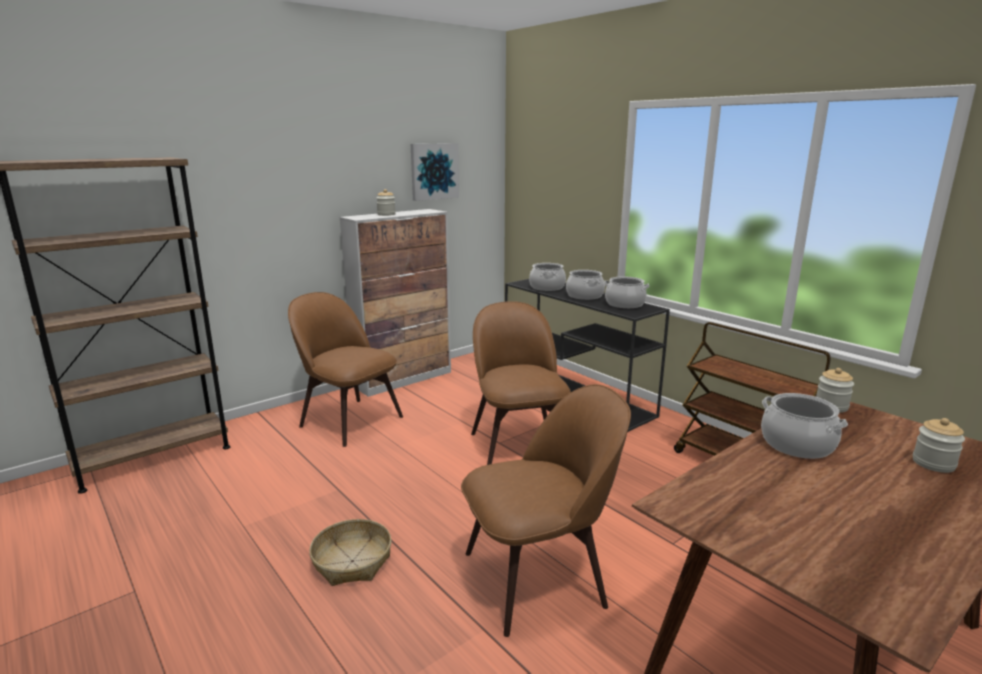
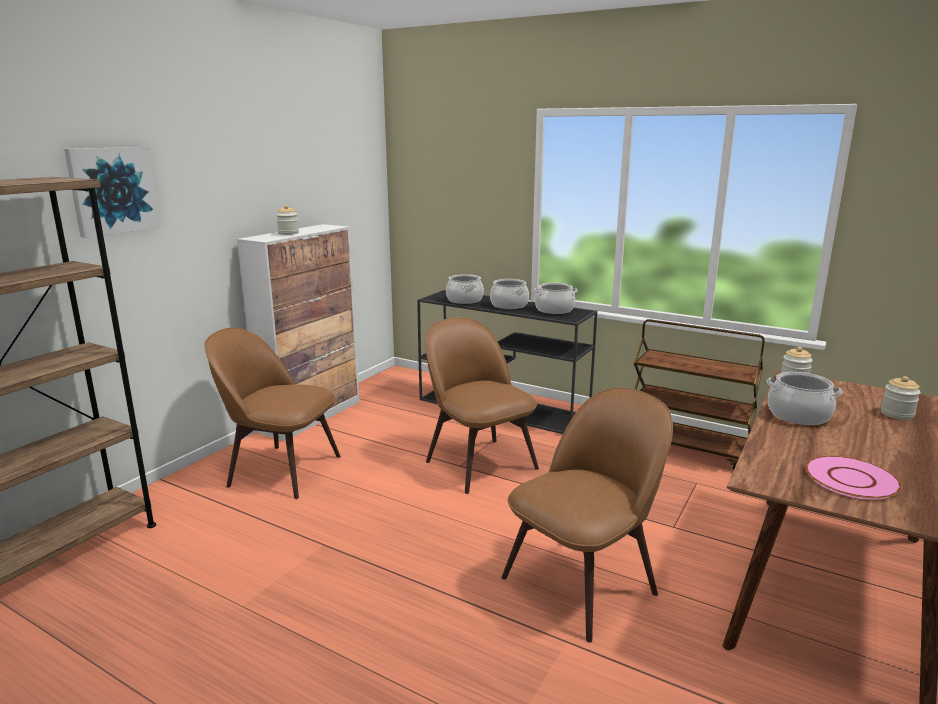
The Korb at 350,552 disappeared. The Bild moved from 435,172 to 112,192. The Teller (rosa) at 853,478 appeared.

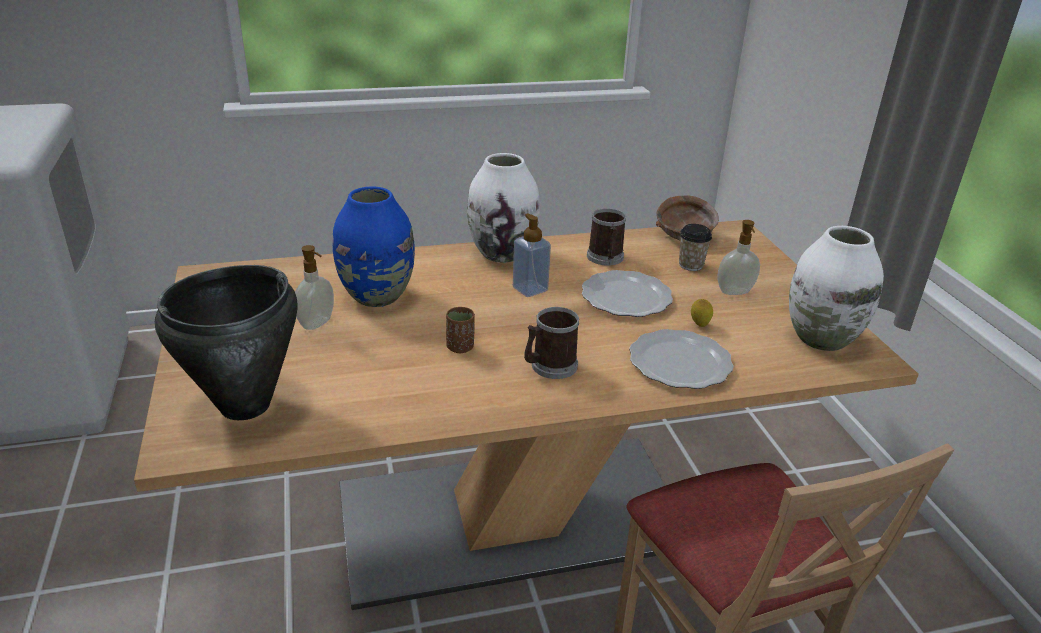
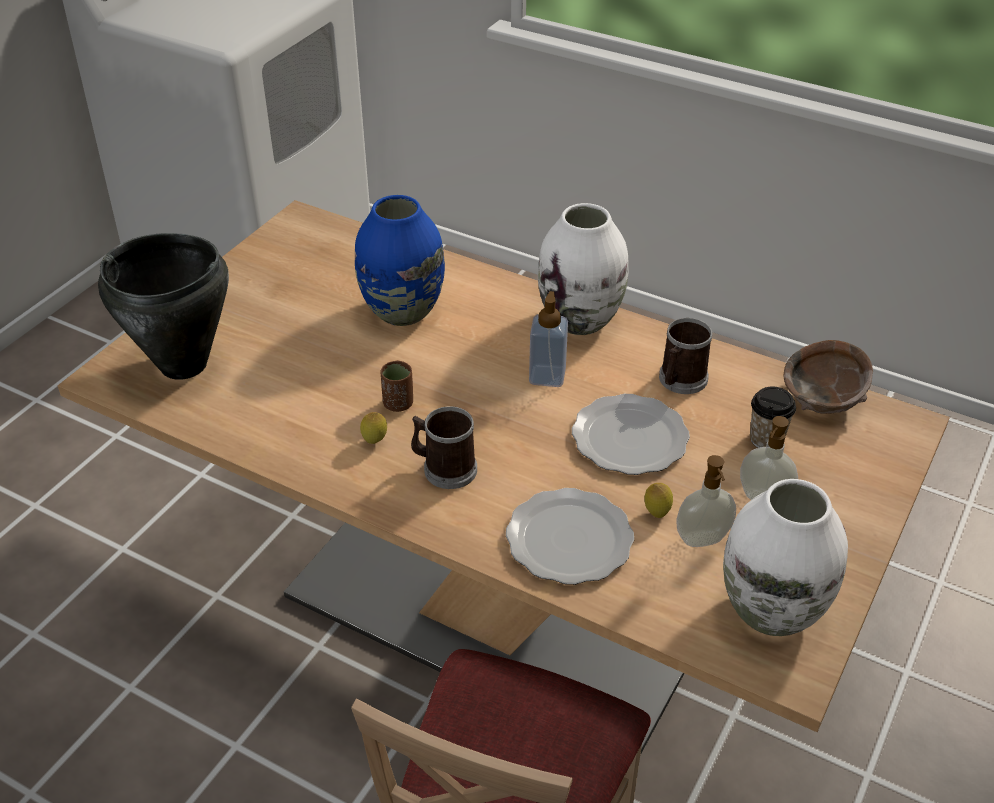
The Seifenspender moved from 314,287 to 706,501. The Zitrone at 373,428 appeared.

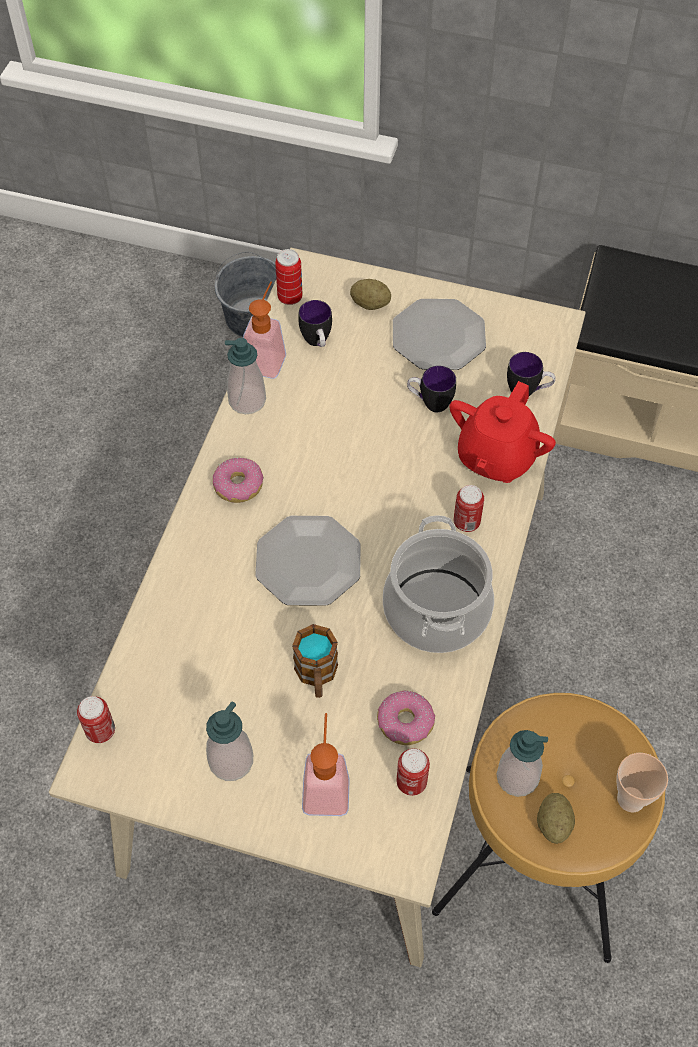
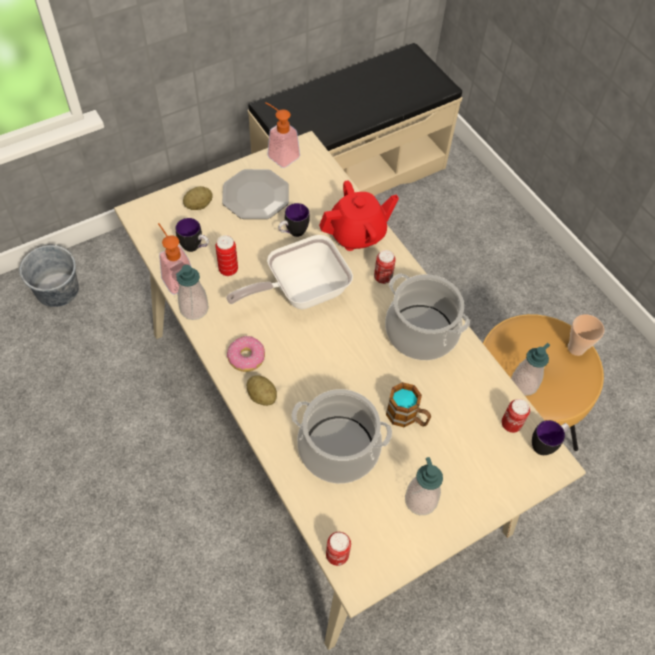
The Teller at 307,561 disappeared. The Dose moved from 289,277 to 226,255. The Seifenspender moved from 326,764 to 282,135. The Donut at 406,718 disappeared. The Teekanne (rot) at 503,432 turned 90 degrees counterclockwise. The Henkelbecher moved from 531,374 to 550,437. The Kartoffel moved from 556,818 to 262,390. The Pfanne at 289,272 appeared. The Kochtopf at 341,436 appeared.

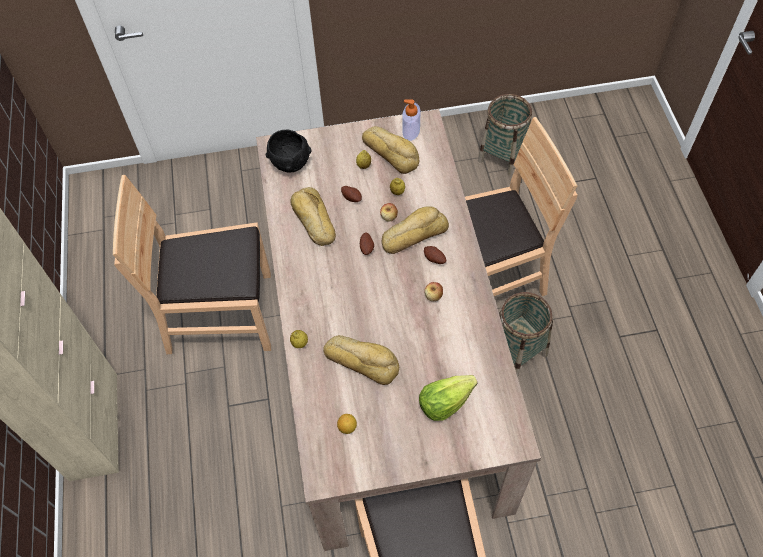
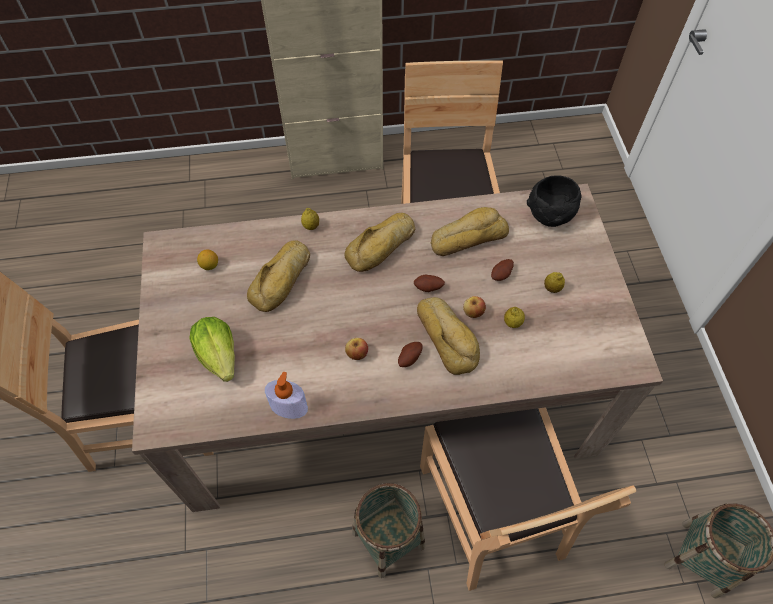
The Brot moved from 390,150 to 379,242. The Seifenspender moved from 411,120 to 286,395.

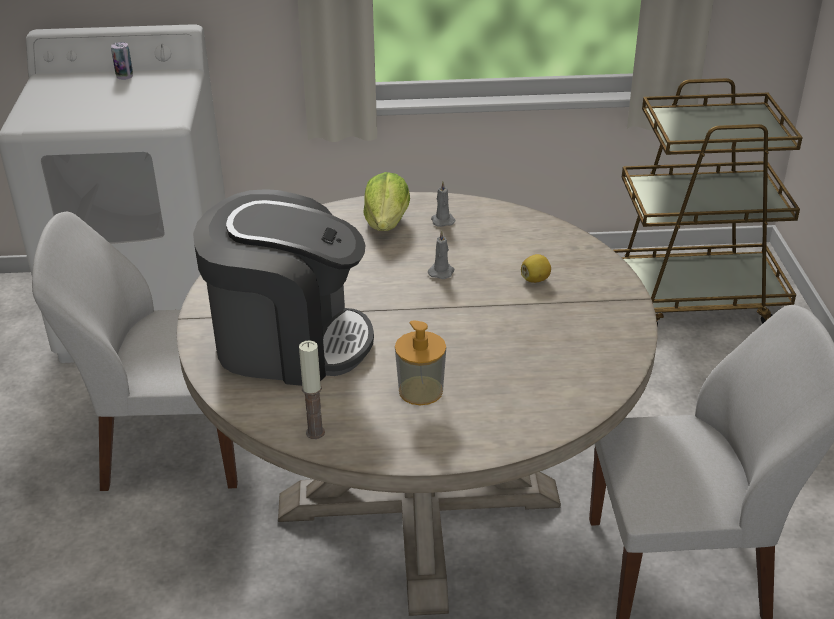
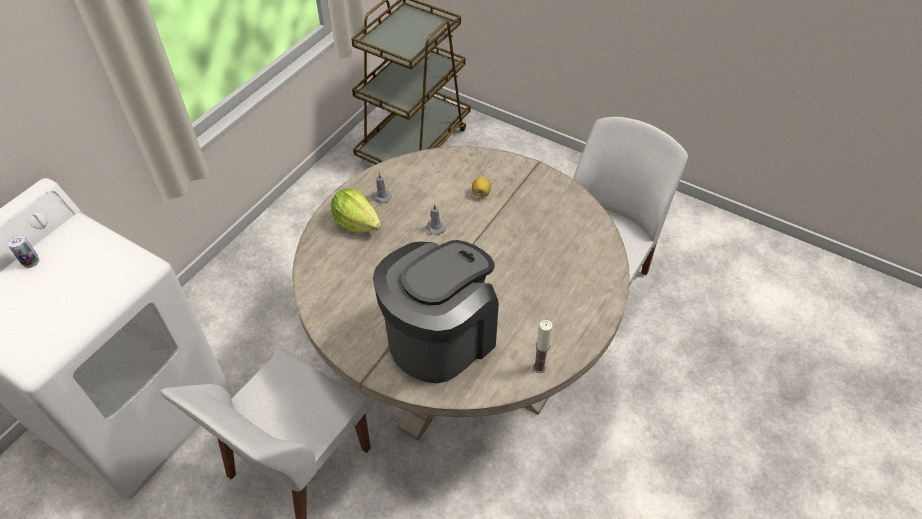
The Seifenspender at 420,363 disappeared.

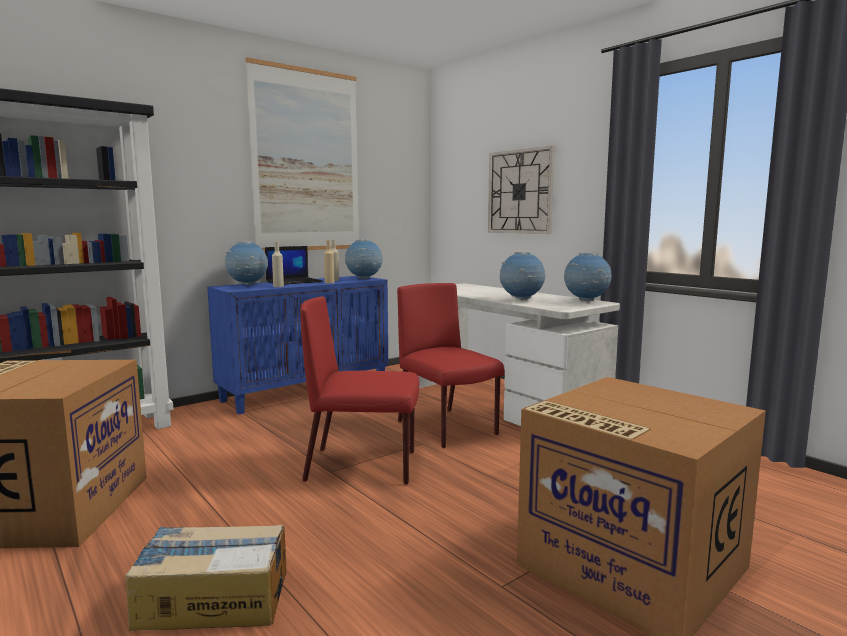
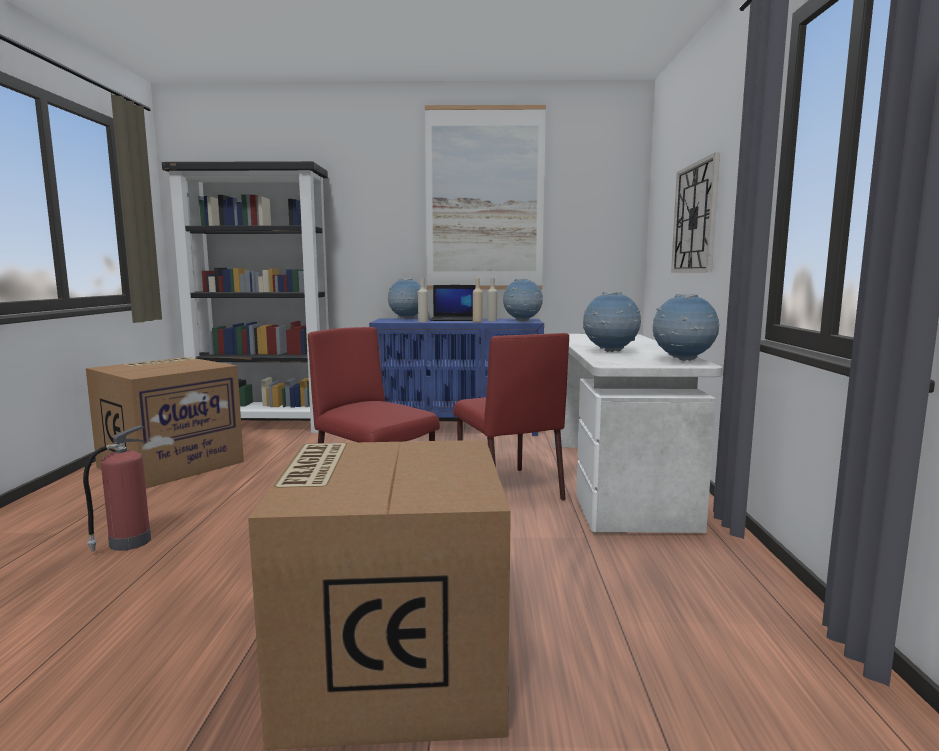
The Karton at 206,578 was replaced by the Feuerlöscher at 117,488. The Stuhl (rot) at 451,365 turned 150 degrees clockwise.

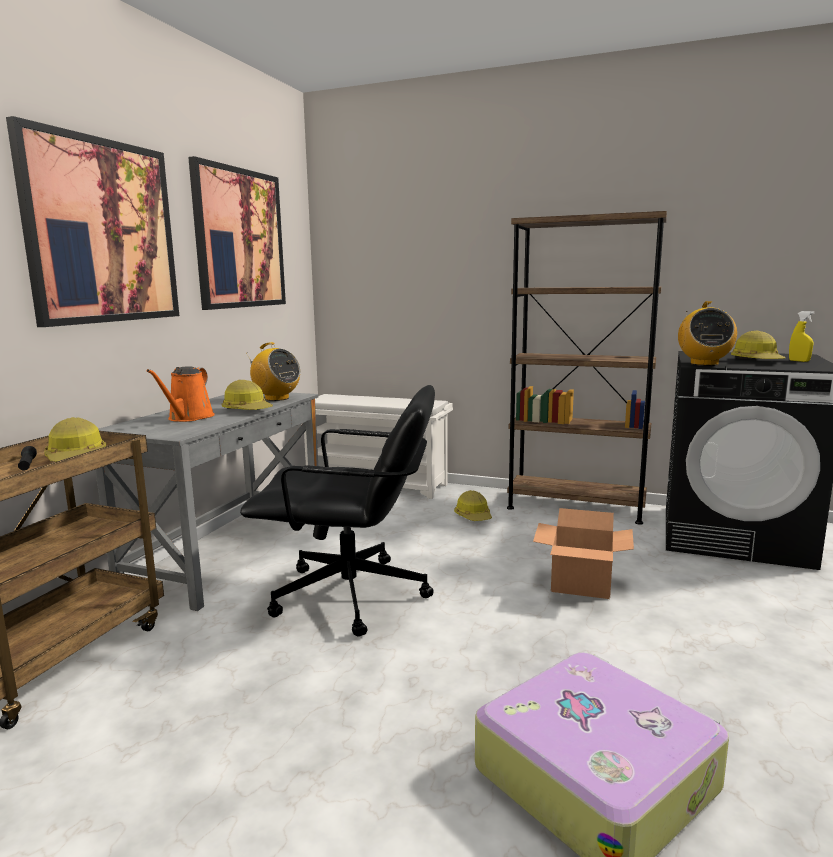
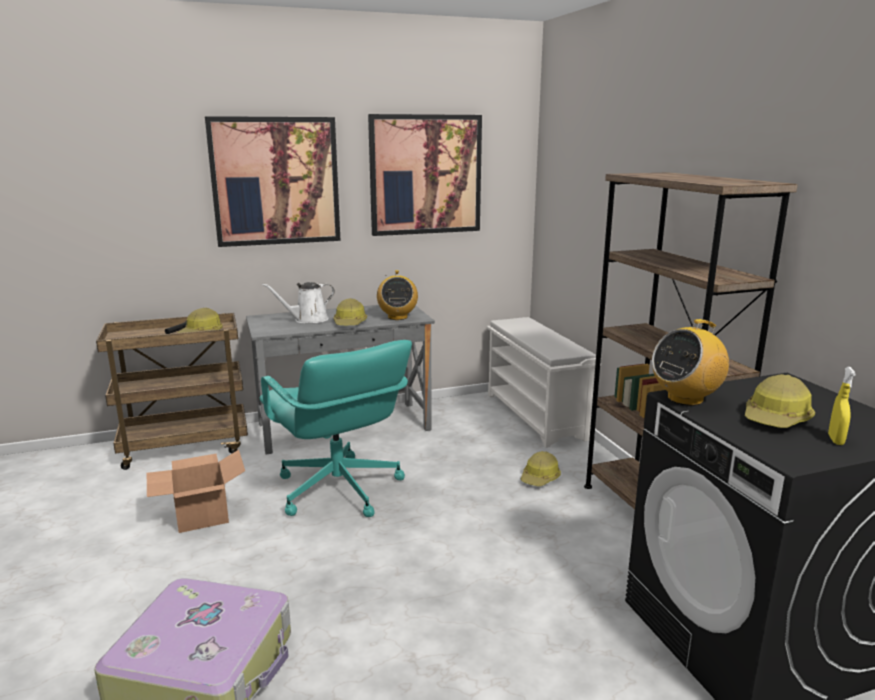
The Gießkanne (orange) at 181,394 became the Gießkanne (weiß) at 298,302. The Bürostuhl (schwarz) at 337,510 became the Bürostuhl (türkis) at 336,428. The Karton moved from 583,553 to 196,491.

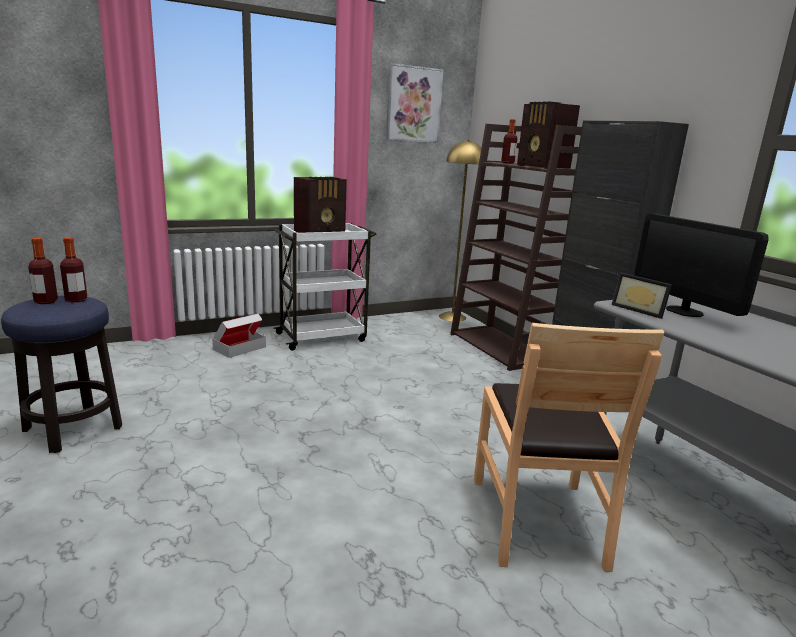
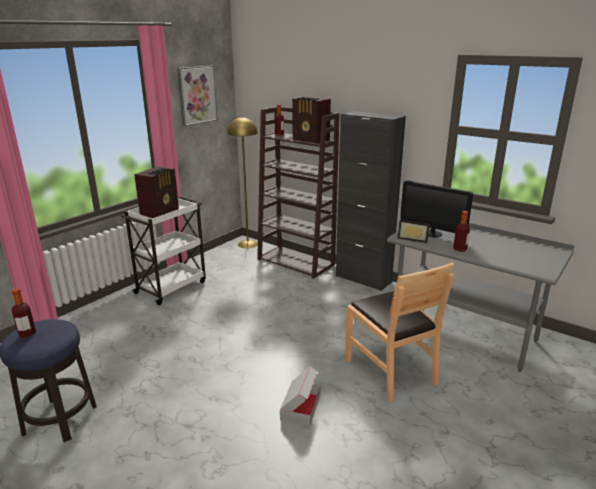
The Flasche moved from 73,269 to 461,231. The Karton moved from 239,336 to 300,396.

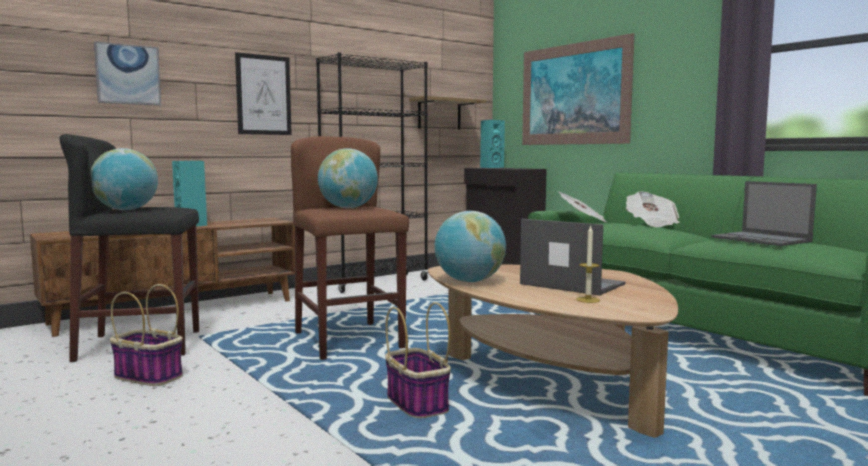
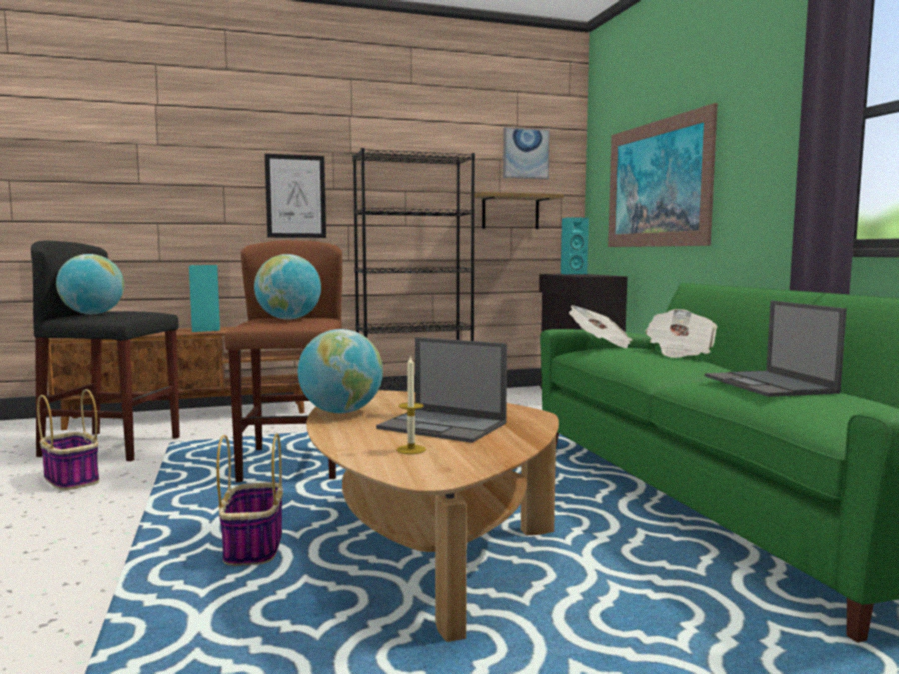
The Bild moved from 127,73 to 526,153. The Laptop at 573,257 turned 150 degrees clockwise.

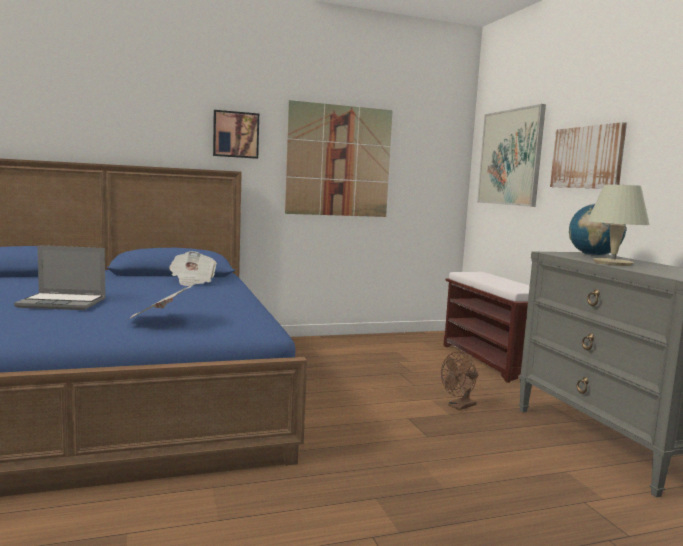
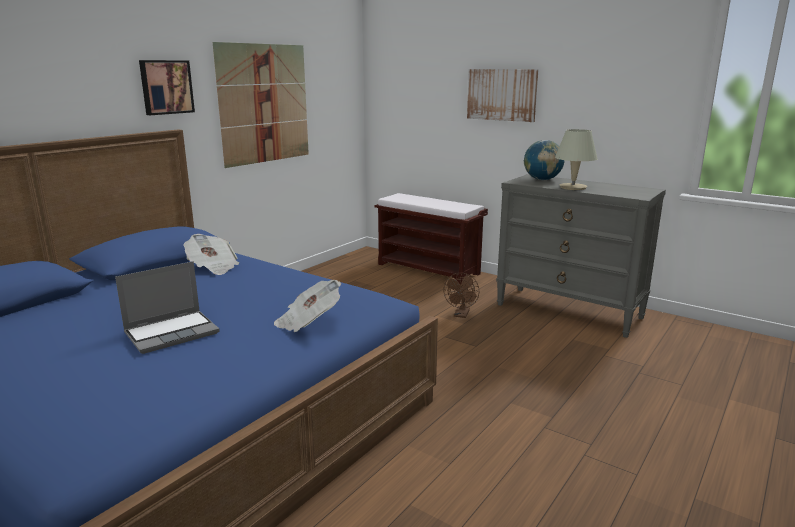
The Bild at 511,155 disappeared.

